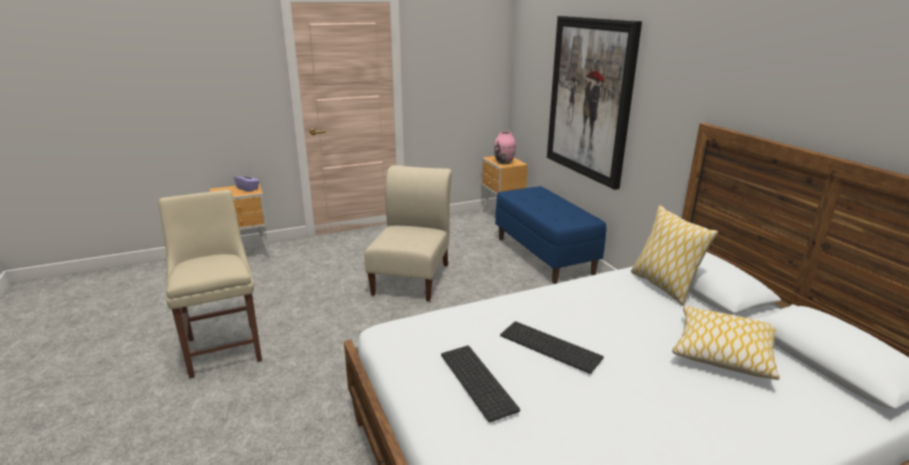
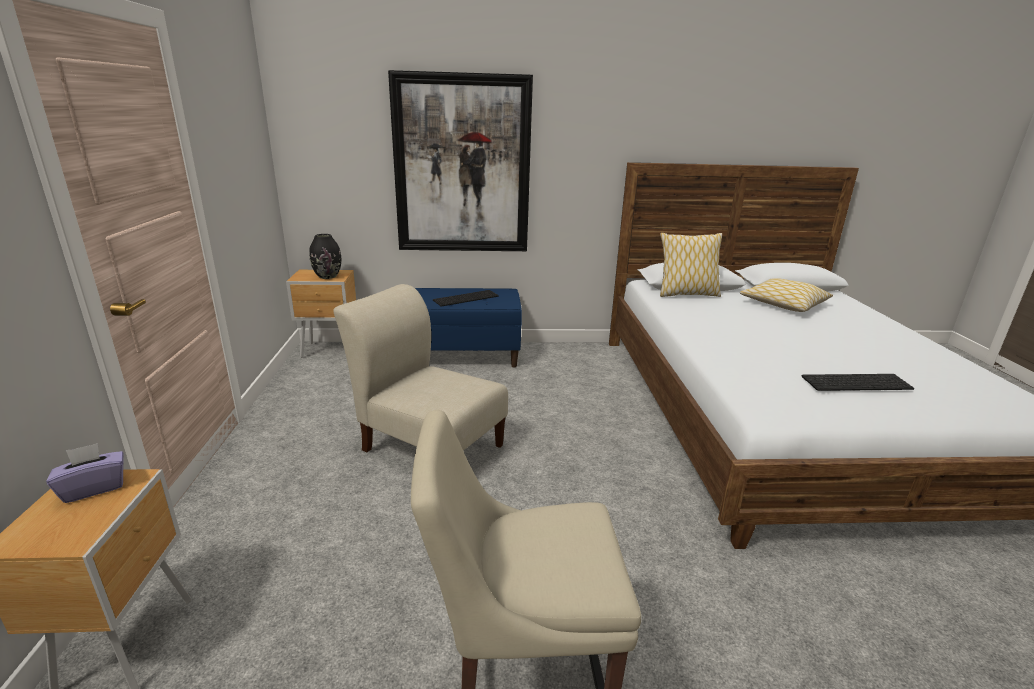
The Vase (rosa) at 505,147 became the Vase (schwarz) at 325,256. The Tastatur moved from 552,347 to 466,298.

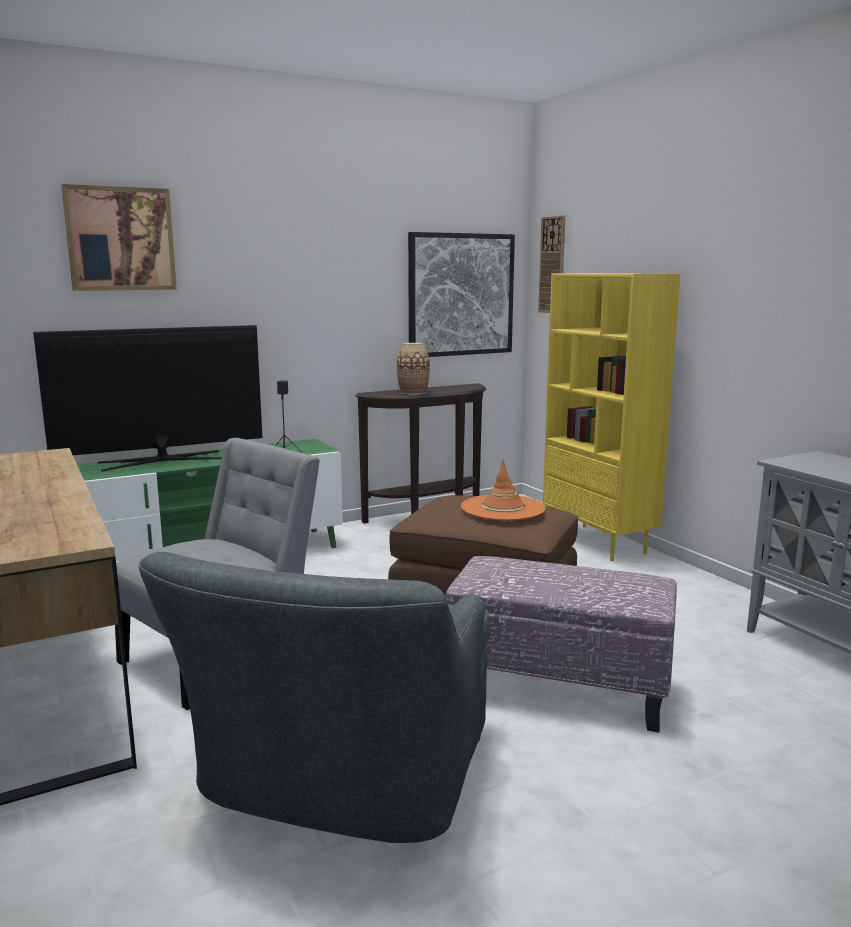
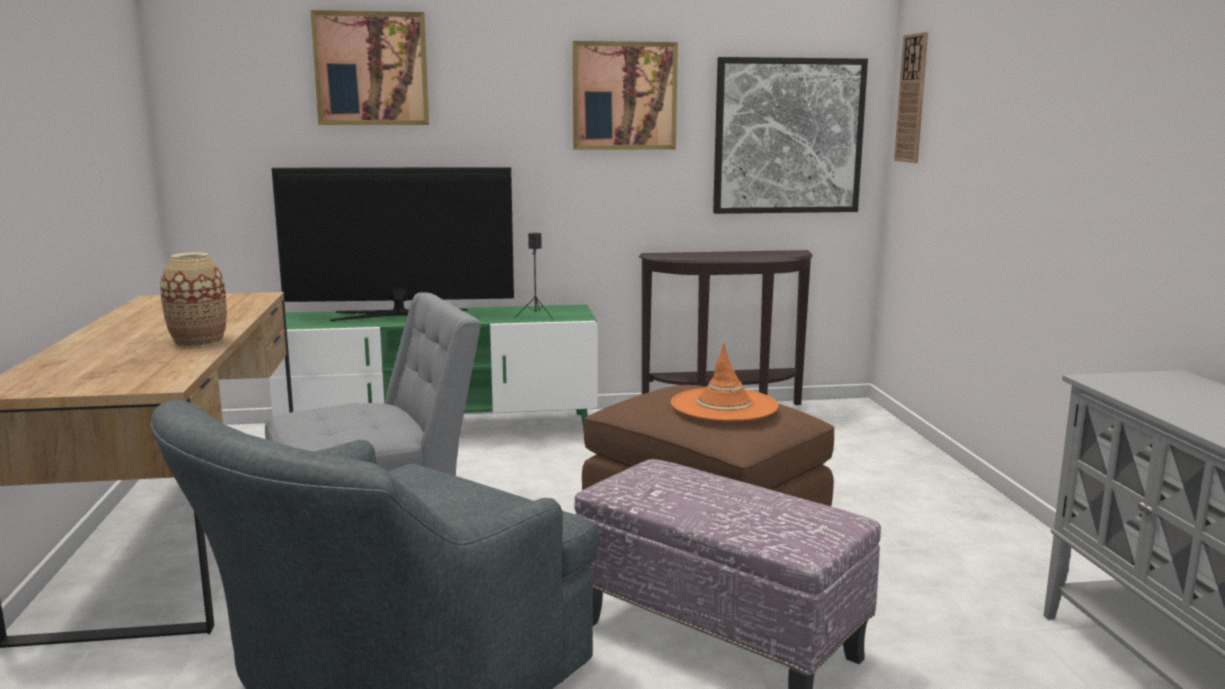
The Vase moved from 413,369 to 193,299. The Bücherregal (gelb) at 611,417 disappeared. The Bild at 625,95 appeared.

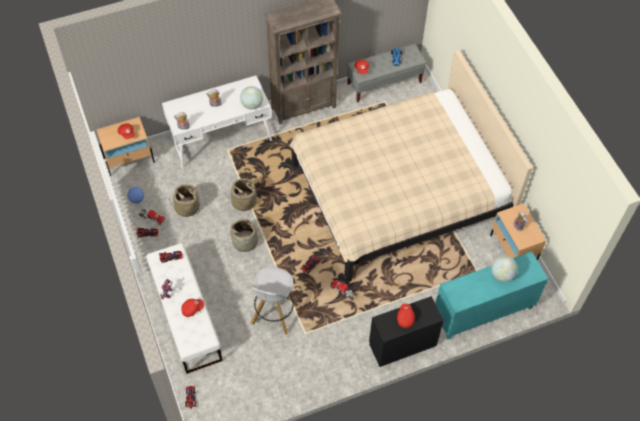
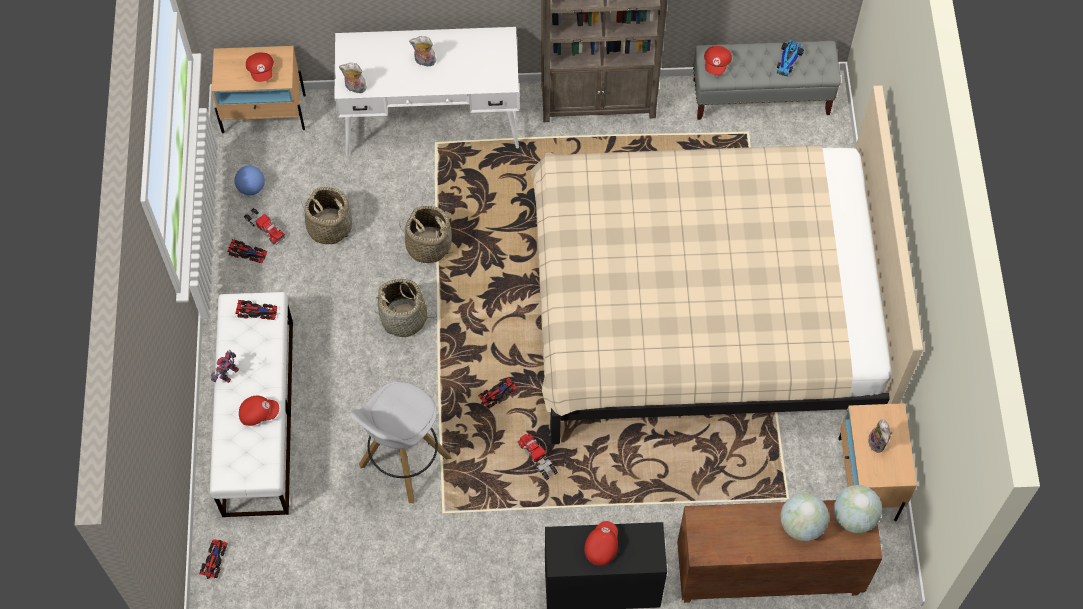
The Globus moved from 251,97 to 858,509. The Schrank (türkis) at 491,295 became the Schrank (braun) at 779,551.

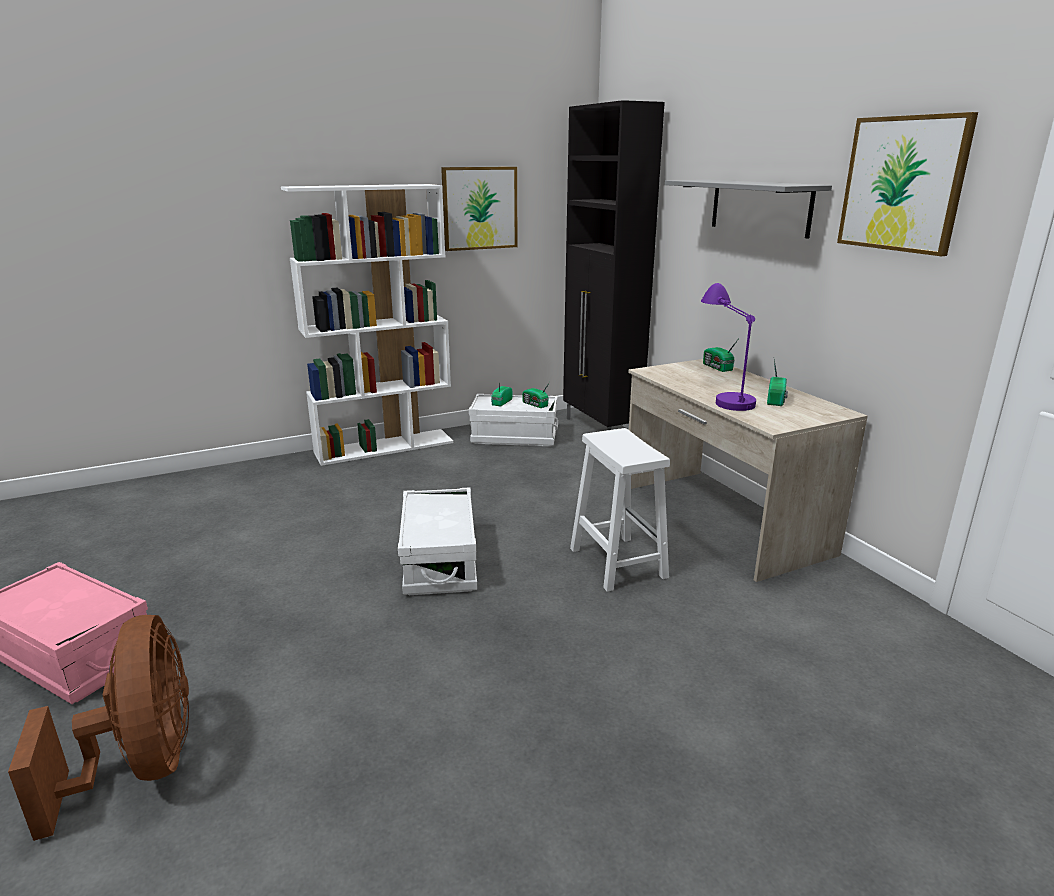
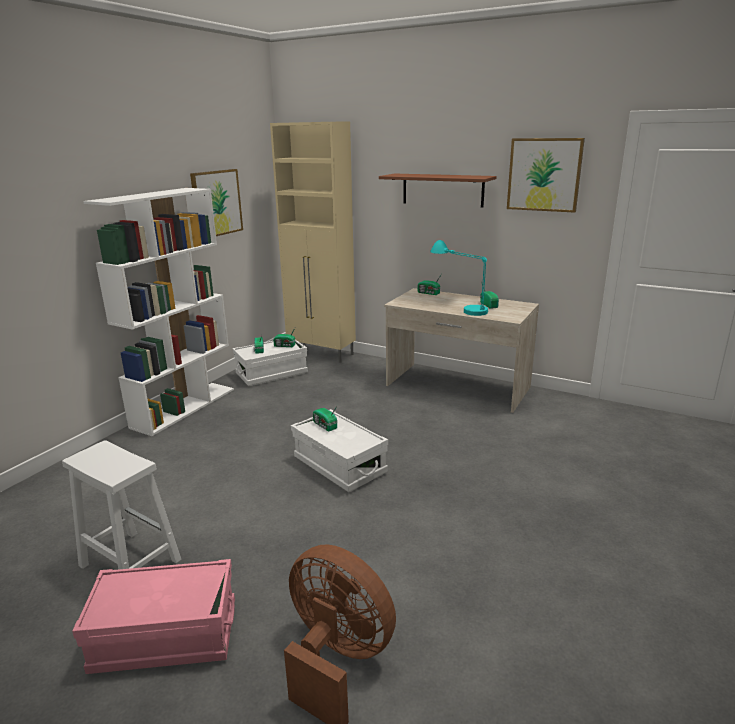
The Schrank (schwarz) at 614,265 became the Schrank (beige) at 313,242. The Hocker (weiß) moved from 620,510 to 121,505. The Wandregal (grau) at 748,209 became the Wandregal (braun) at 438,190. The Tischlampe (lila) at 728,347 became the Tischlampe (türkis) at 459,278. The Radio at 325,418 appeared.

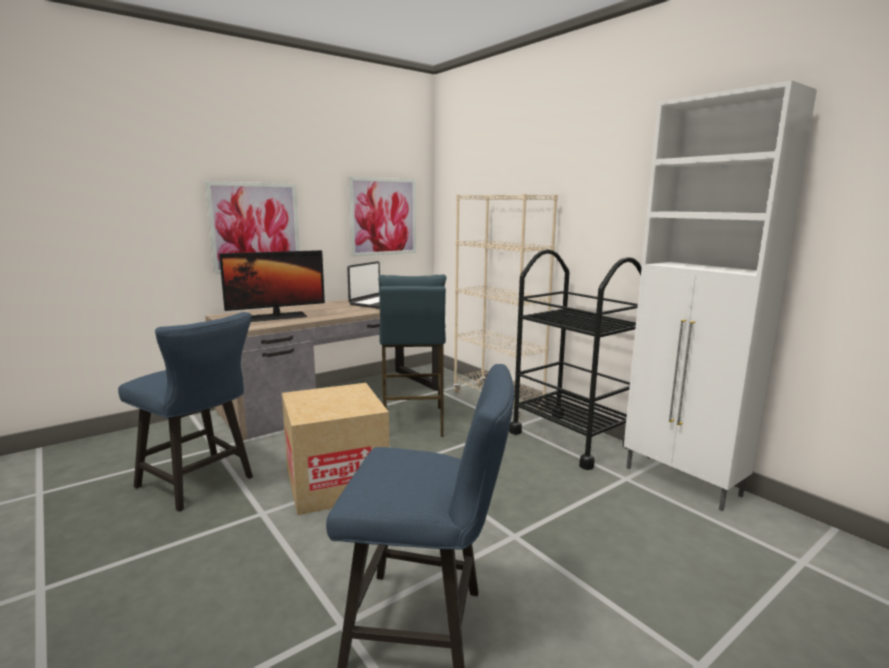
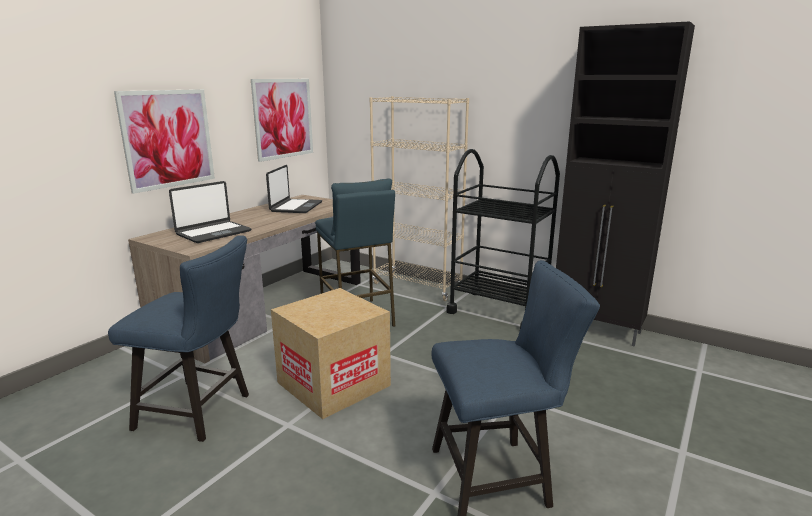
The Monitor at 272,286 was replaced by the Laptop at 210,212. The Schrank (weiß) at 720,295 became the Schrank (schwarz) at 625,184.

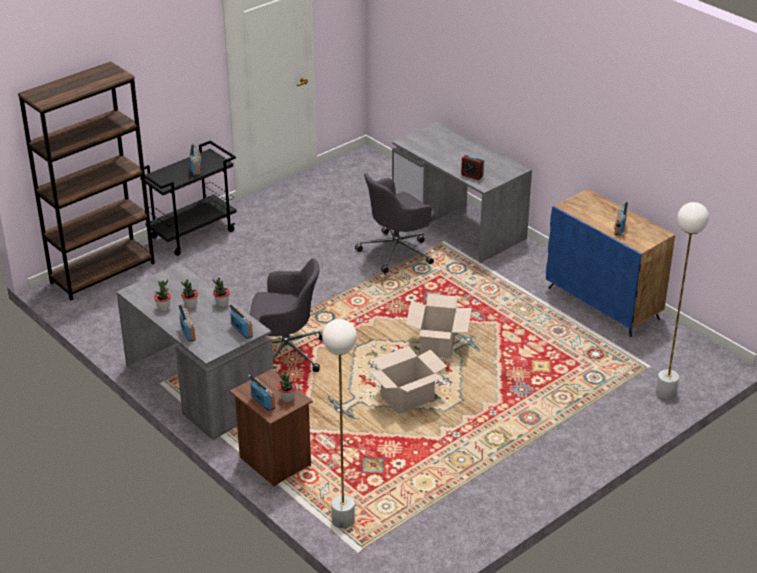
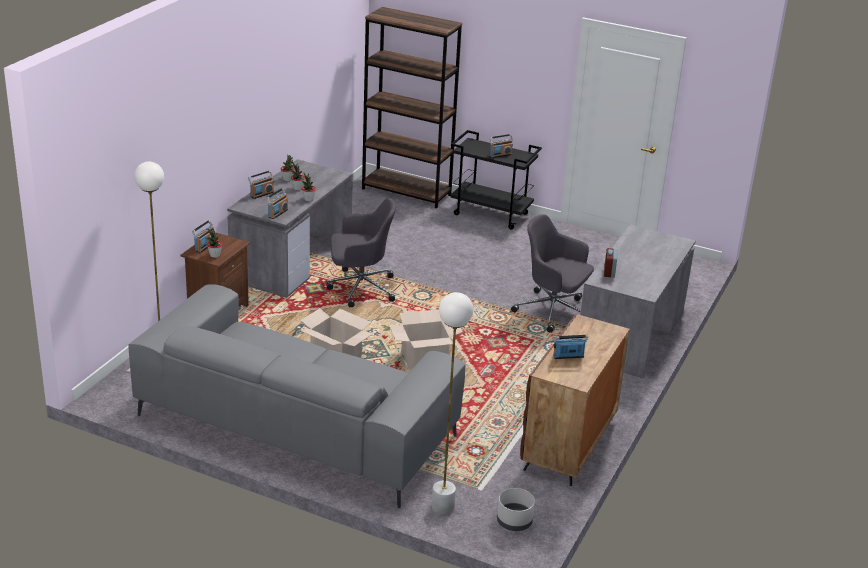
The Bürostuhl (grau) at 286,315 turned 75 degrees counterclockwise. The Schrank (blau) at 610,263 became the Schrank (braun) at 575,400. The Sofa (grau) at 296,396 appeared. The Pflanzkübel (grau) at 516,509 appeared.

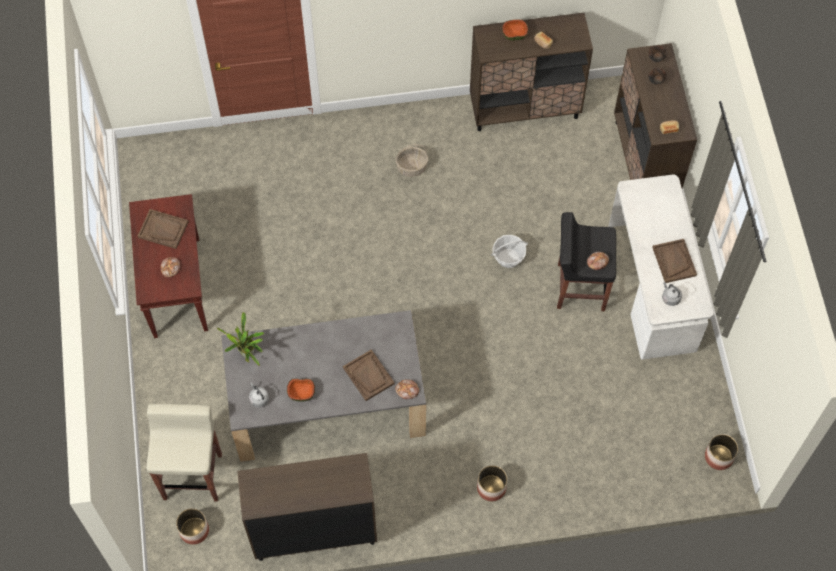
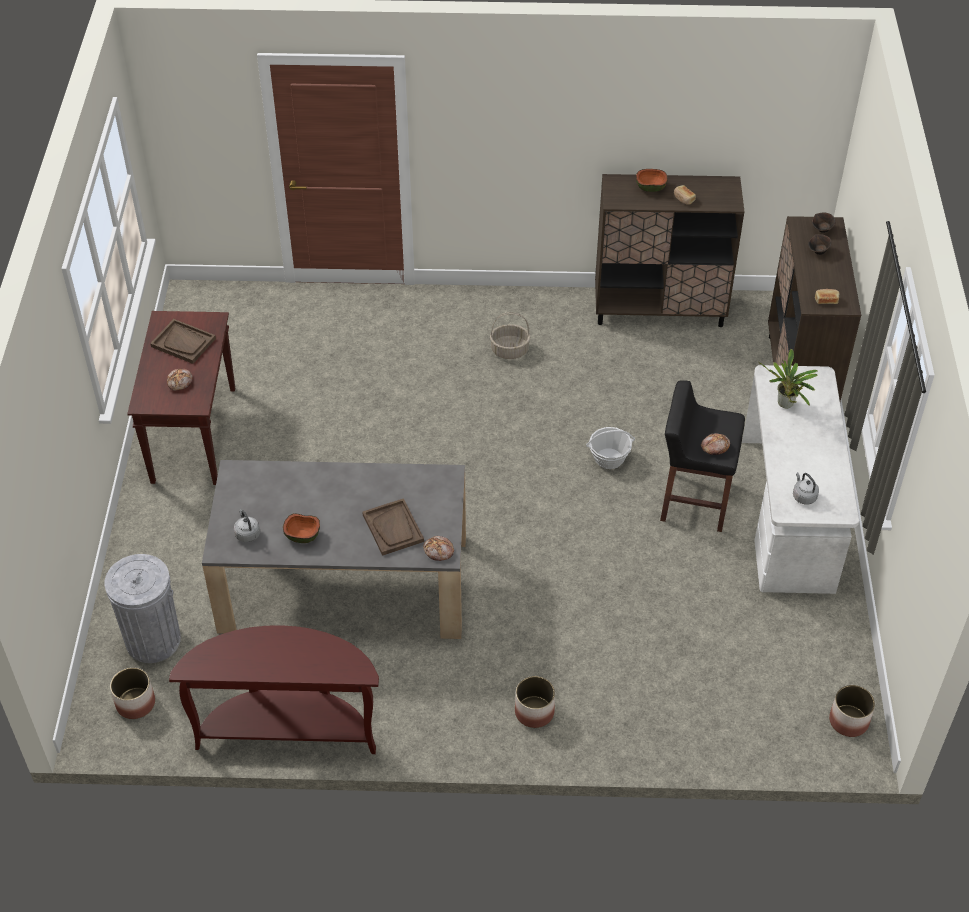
The Hocker (beige) at 184,452 was replaced by the Mülleimer (grau) at 142,608. The Topfpflanze moved from 240,339 to 788,378. The Schrank (braun) at 307,507 was replaced by the Konsolentisch (braun) at 274,689. The Tablett (braun) at 674,261 disappeared.

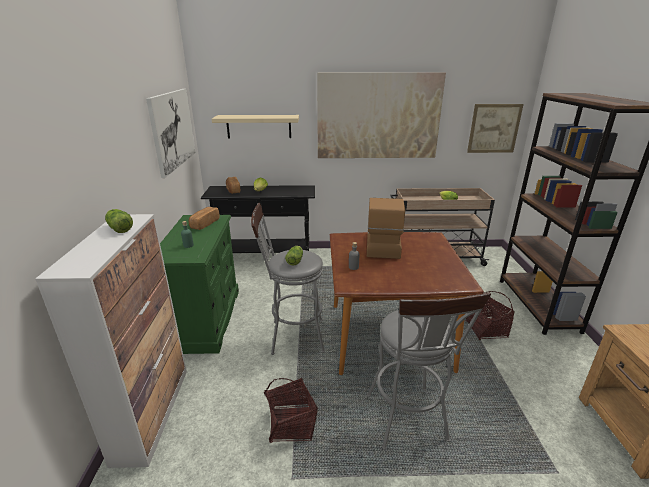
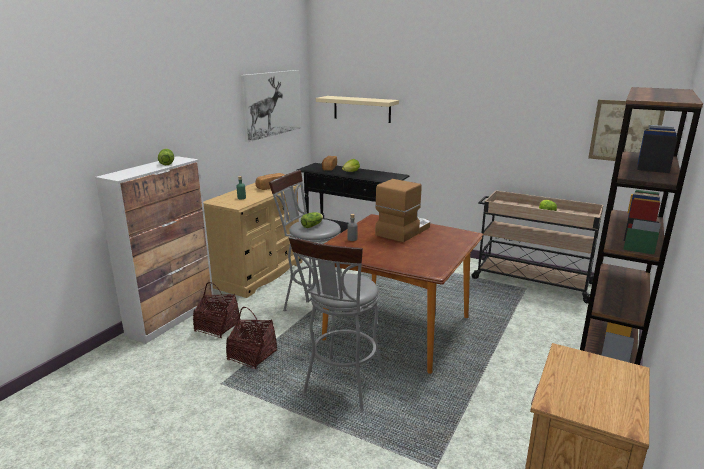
The Kommode (grün) at 199,284 became the Kommode (beige) at 253,240. The Bild at 381,115 disappeared. The Korb moved from 490,315 to 216,310.

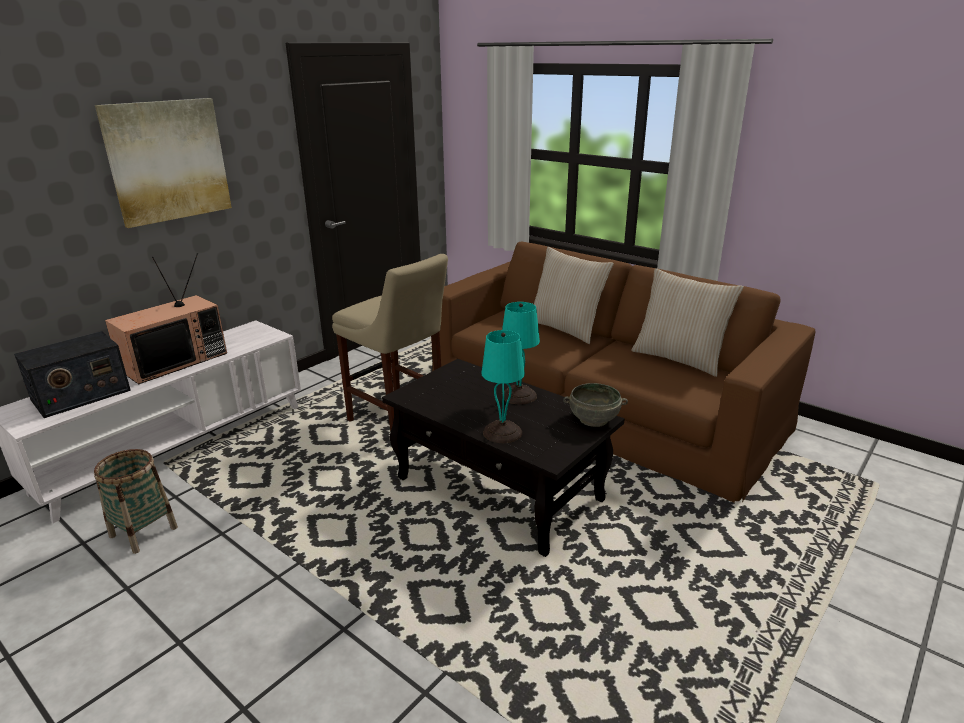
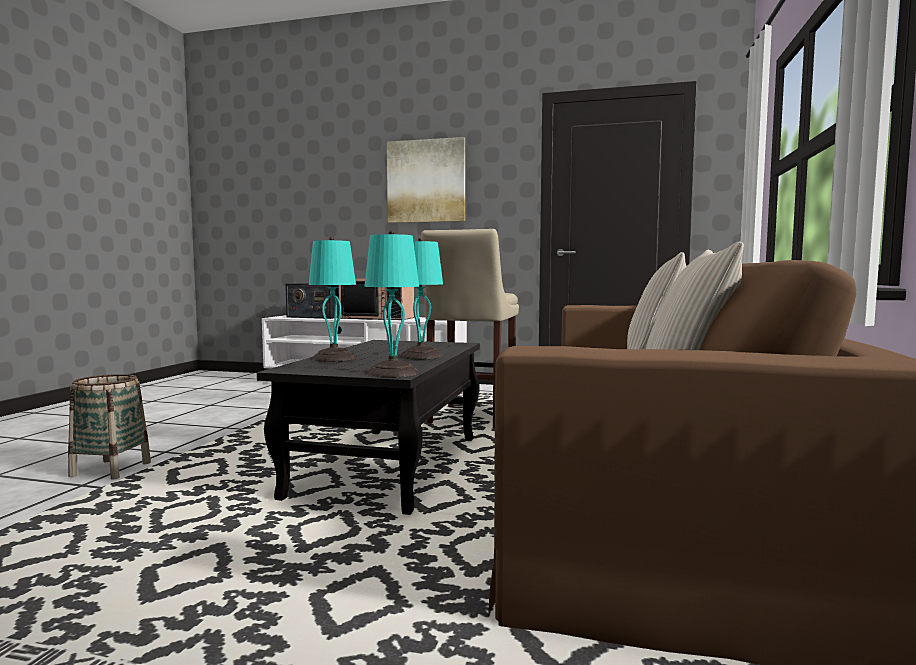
The Korb moved from 136,501 to 109,427. The Schüssel (grau) at 595,405 was replaced by the Tischlampe (türkis) at 391,304.

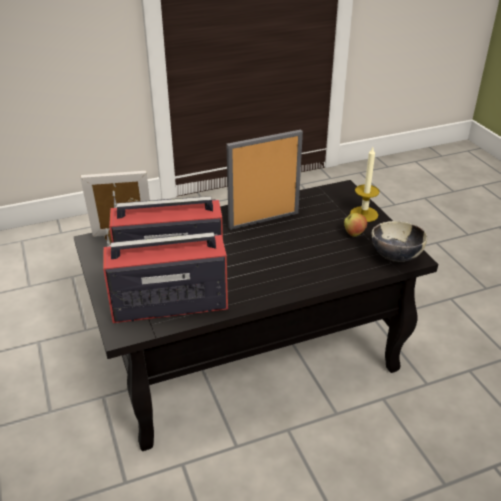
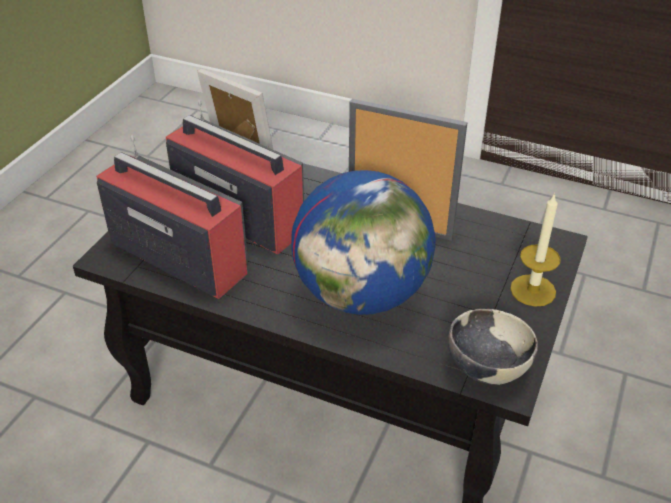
The Apfel at 355,225 disappeared. The Globus at 363,242 appeared.

